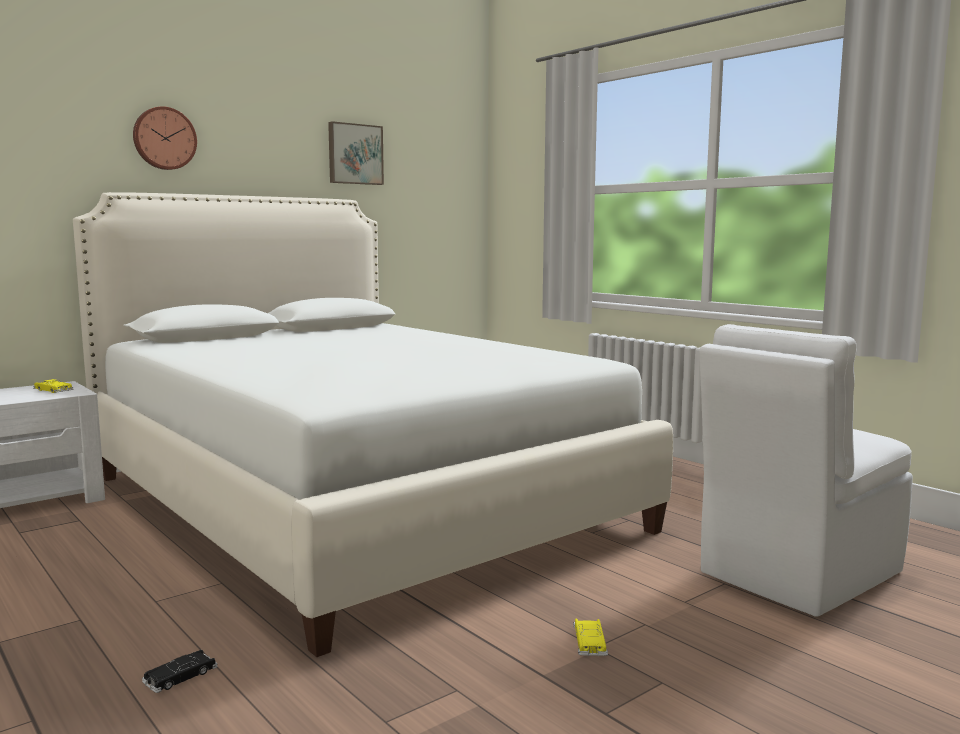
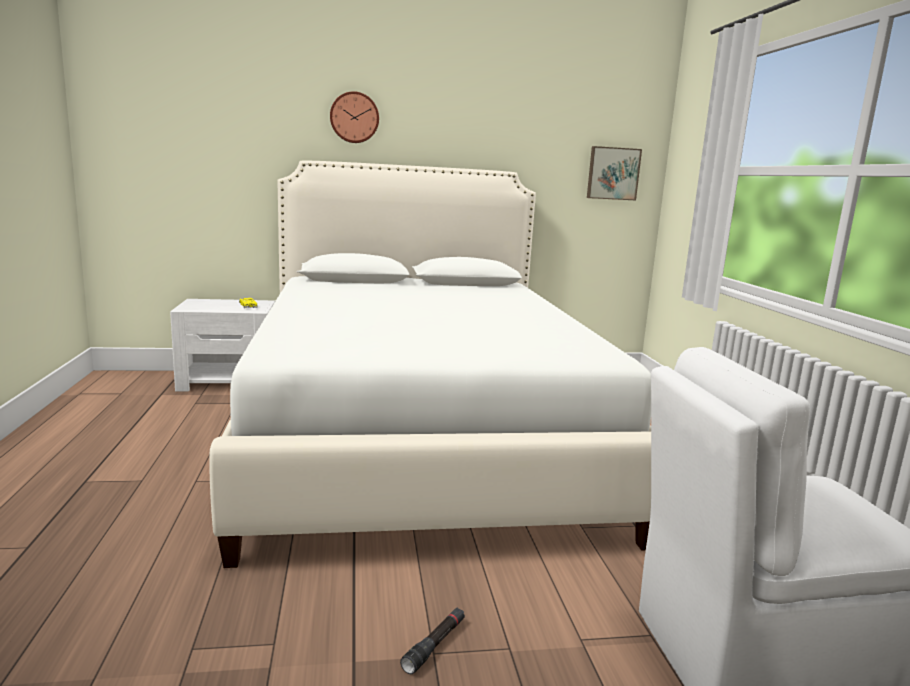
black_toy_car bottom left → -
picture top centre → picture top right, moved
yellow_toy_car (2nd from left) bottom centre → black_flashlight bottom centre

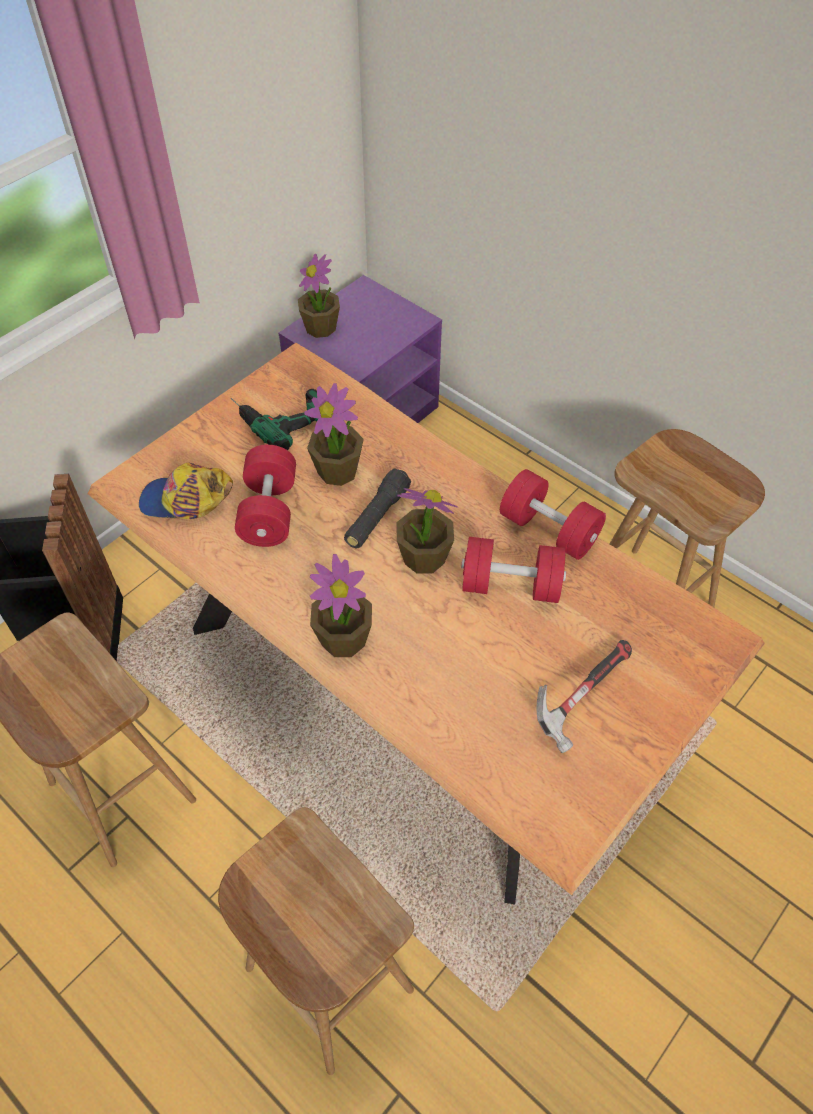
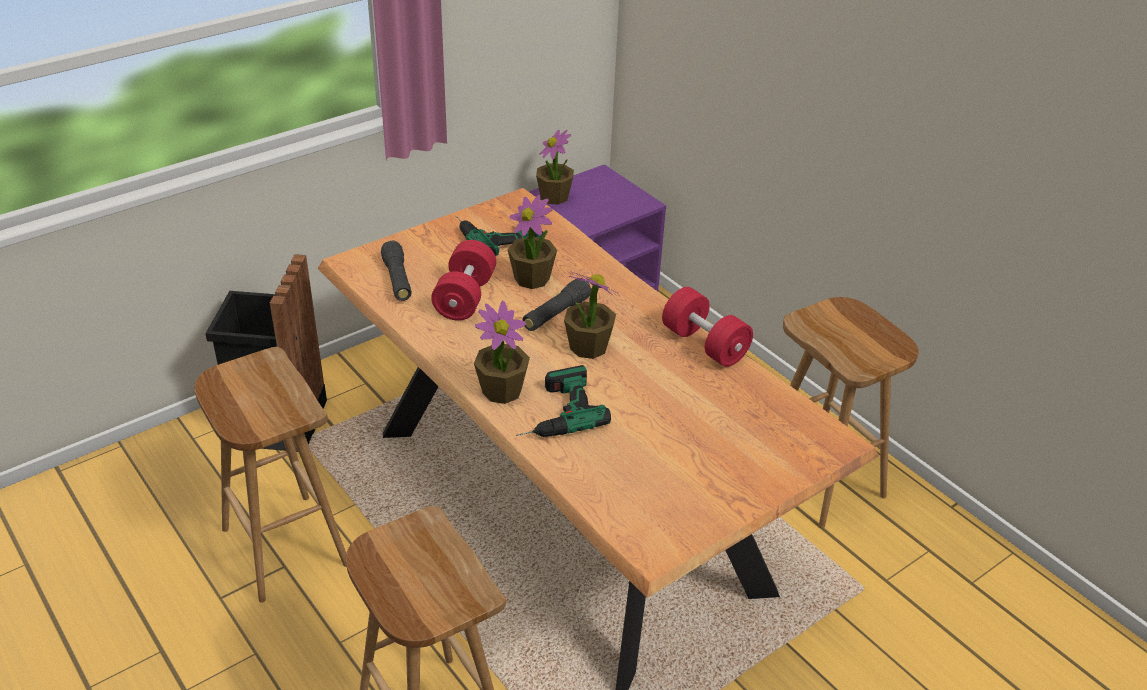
cap middle left → black_flashlight (1st from left) centre
red_dumbbell (2nd from left) centre → -
hammer middle right → -
- → power_drill (2nd from left) centre

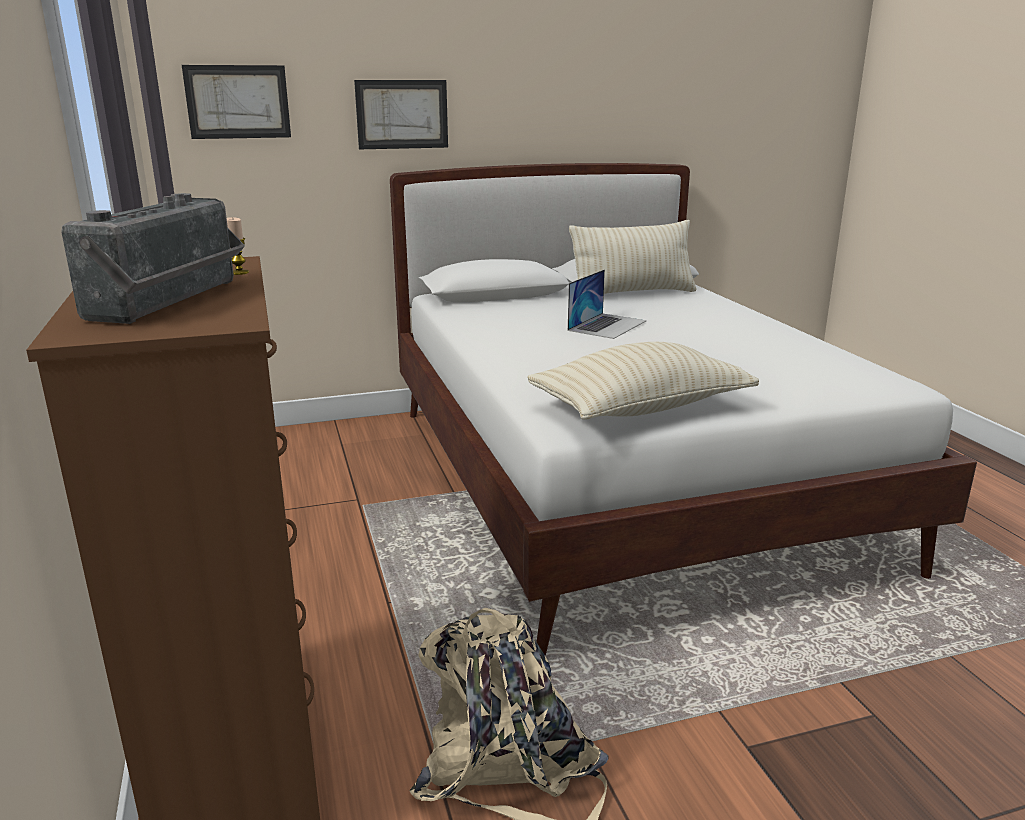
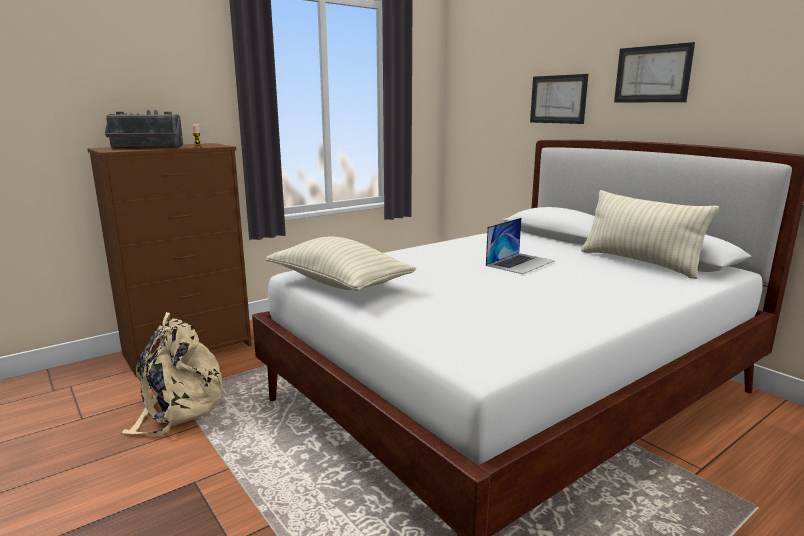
picture (1st from left in the first image) top left → picture (2nd from left) top right, moved
laptop centre, 60 degrees counterclockwise

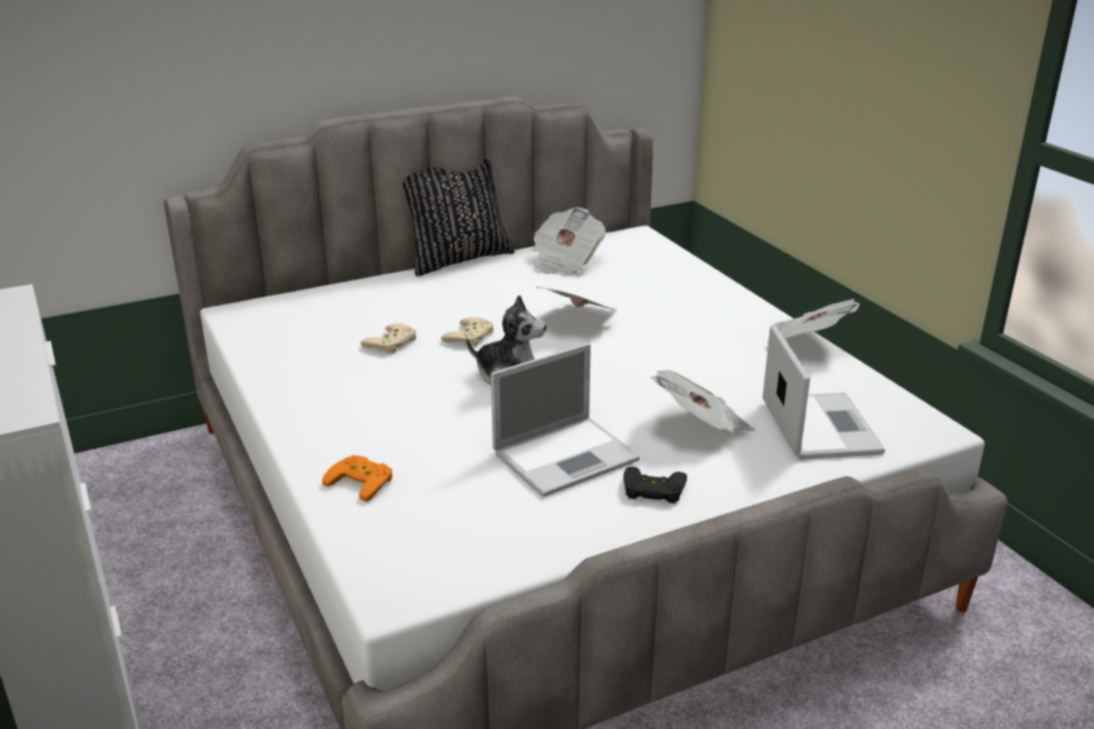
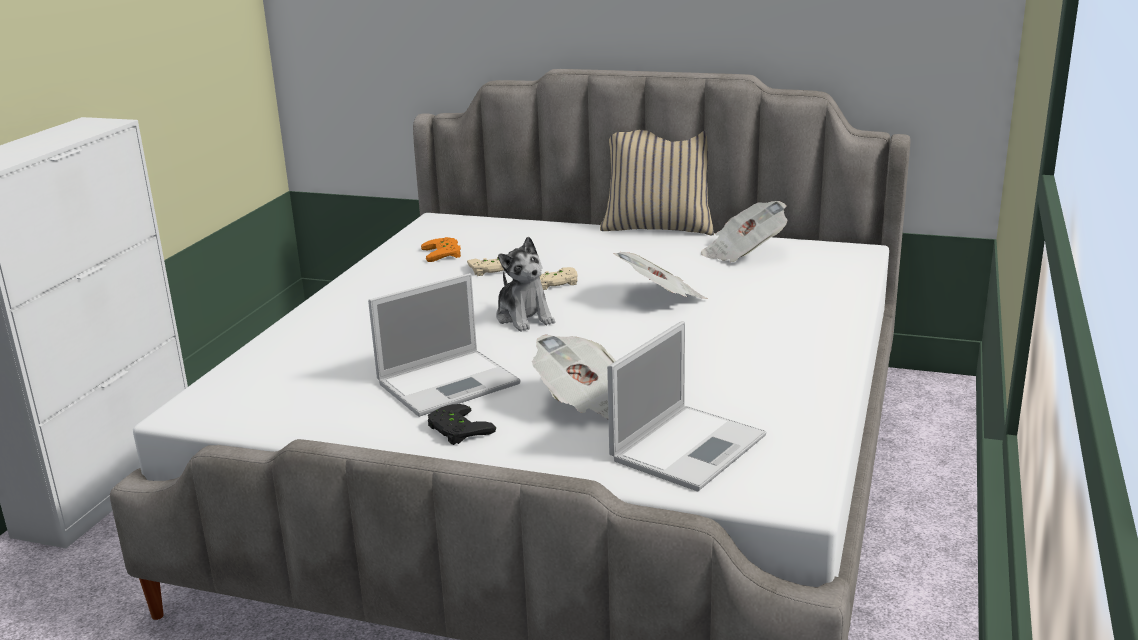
orange_game_controller middle left → orange_game_controller centre, moved
black_pillow top centre → beige_pillow top centre
laptop (1st from left) centre, 45 degrees counterclockwise
newspaper (4th from left) middle right → -

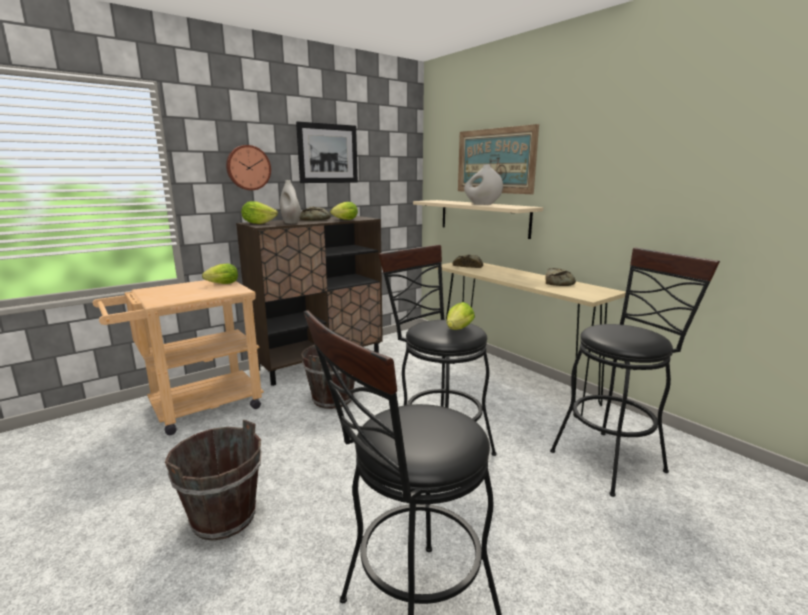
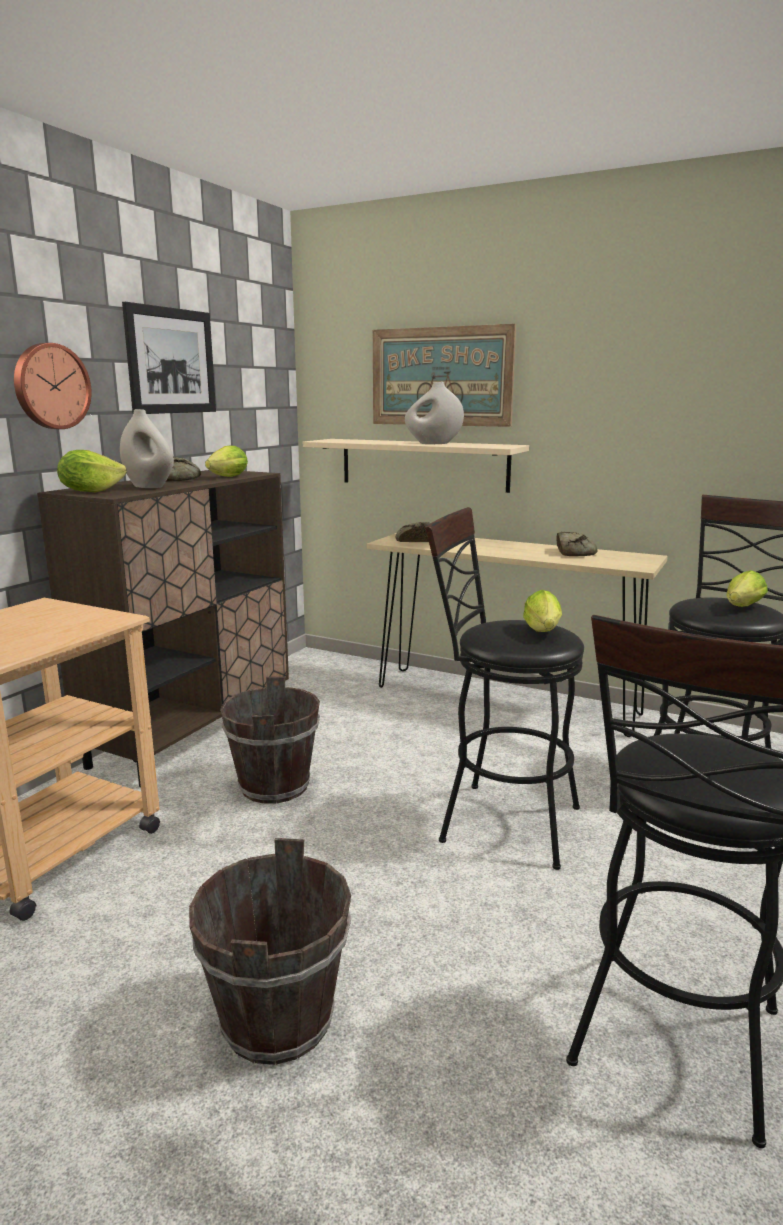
lettuce (1st from left in the first image) middle left → lettuce (4th from left) middle right, moved

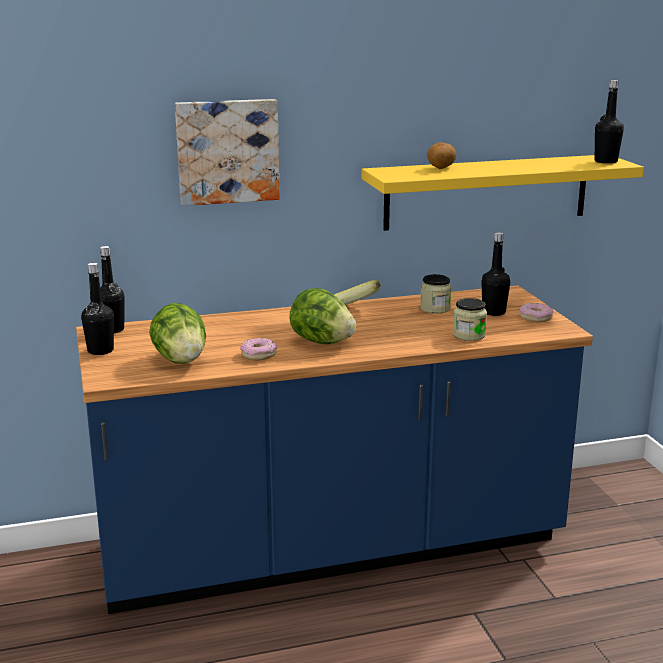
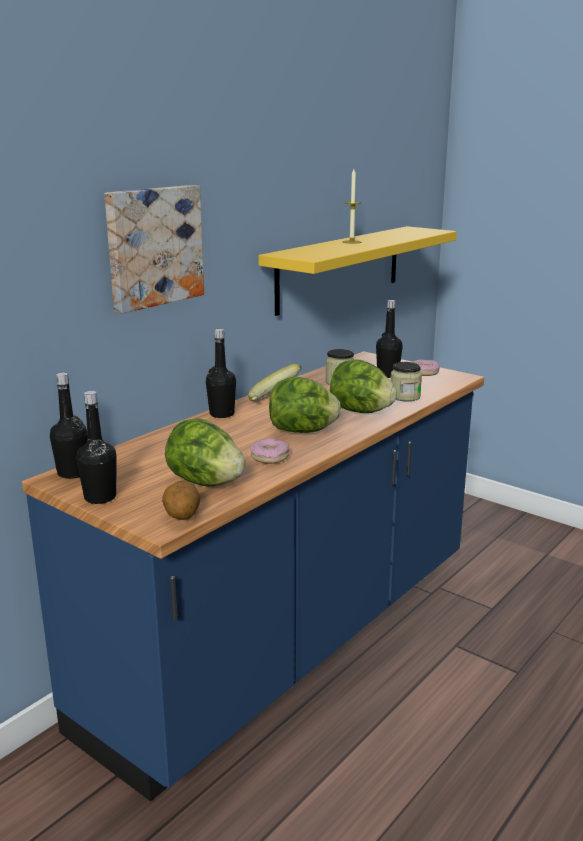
potato top centre → potato middle left, moved
black_bottle (4th from left in the first image) top right → black_bottle (3rd from left) centre, moved
- → lettuce (3rd from left) centre
- → candle top centre

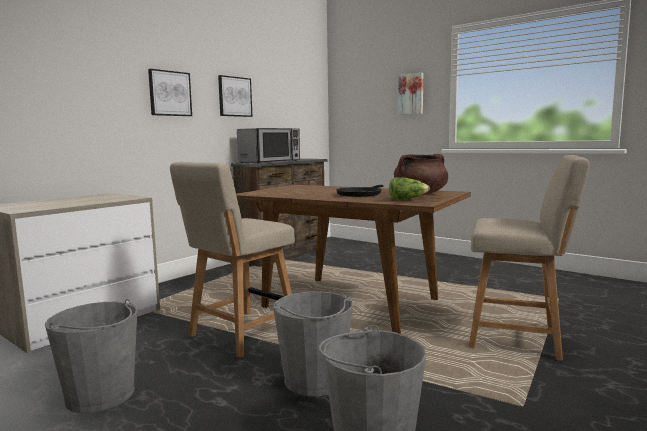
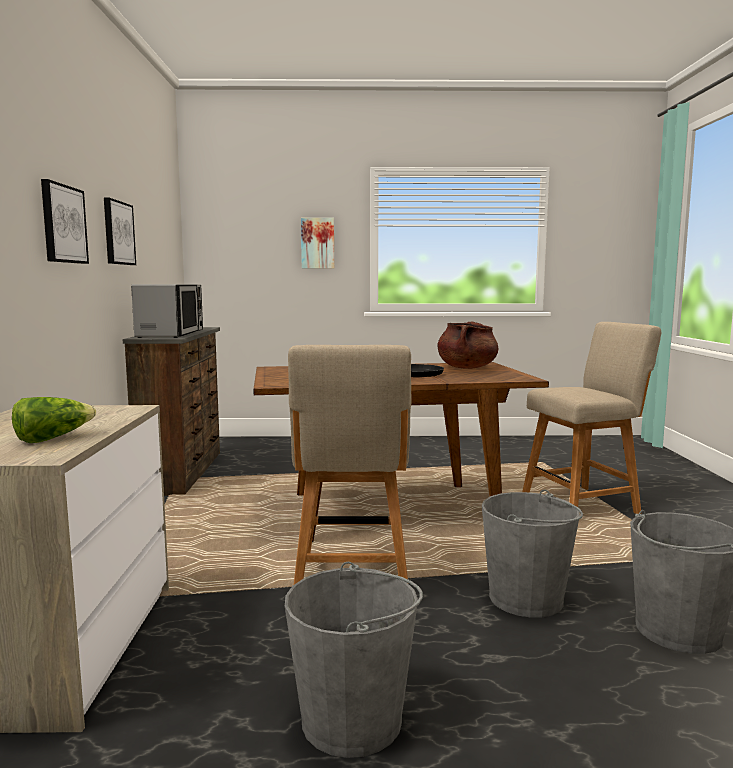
lettuce centre → lettuce middle left, moved

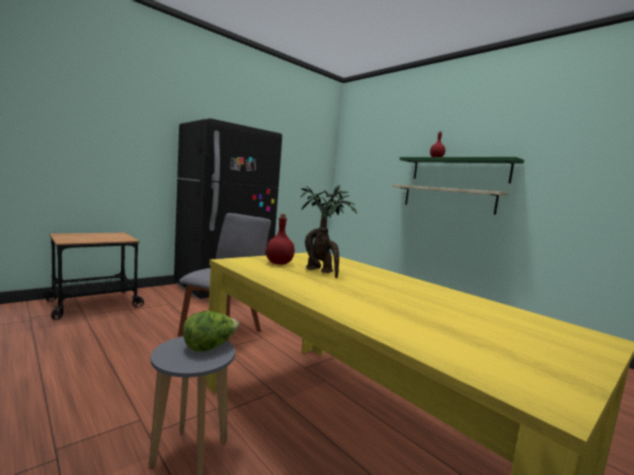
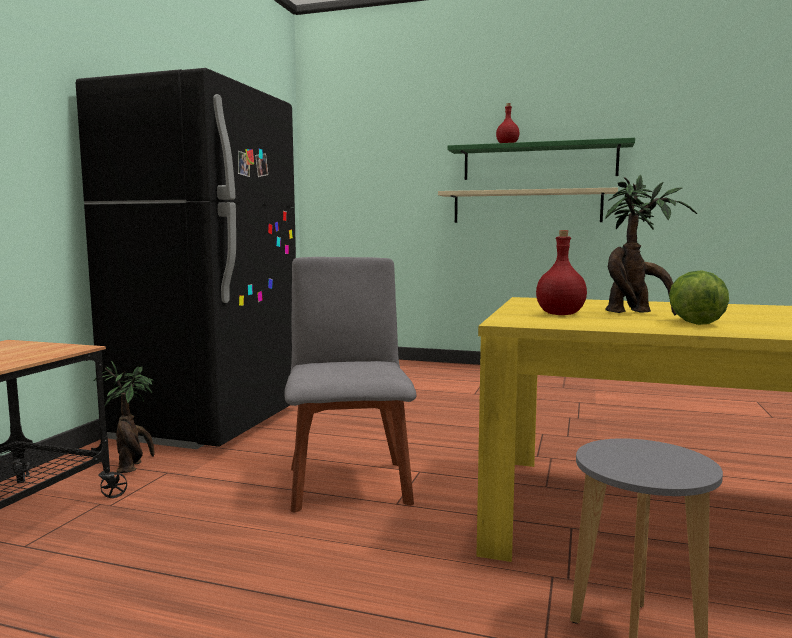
lettuce bottom left → lettuce middle right, moved
- → potted_plant (1st from left) middle left

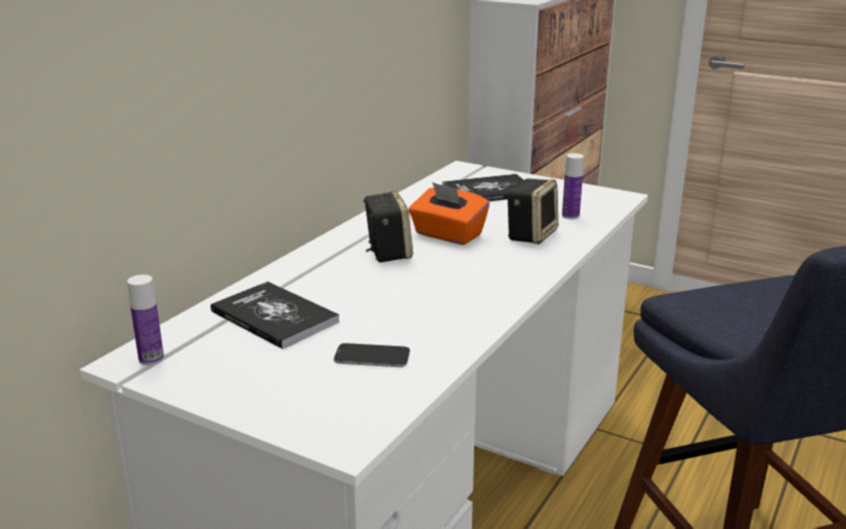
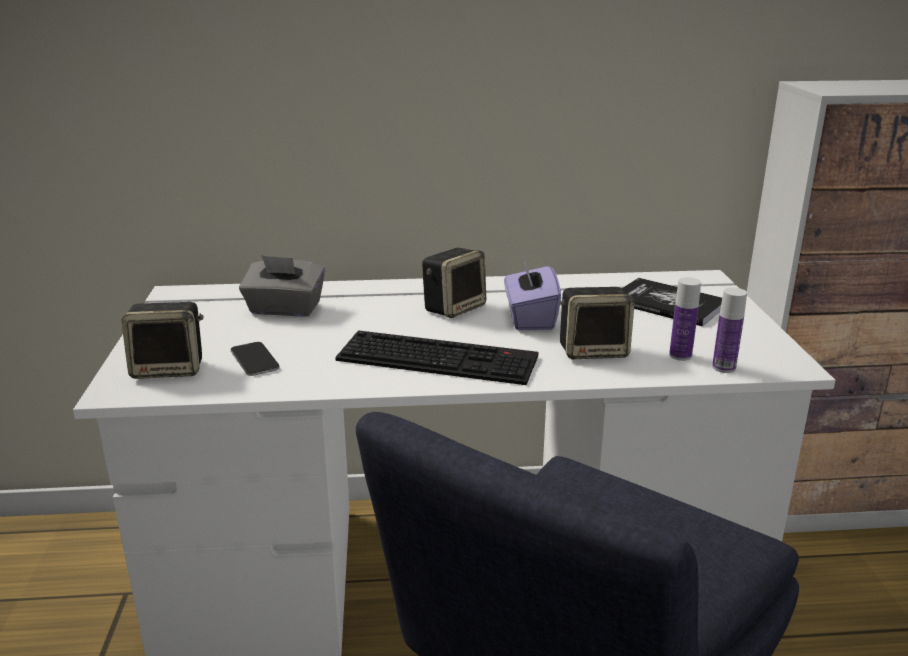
bottle (1st from left in the first image) middle left → bottle (2nd from left) middle right, moved
book (1st from left) middle left → grey_tissue_box middle left
orange_tissue_box centre → purple_tissue_box centre
- → speaker (1st from left) middle left
- → keyboard centre

